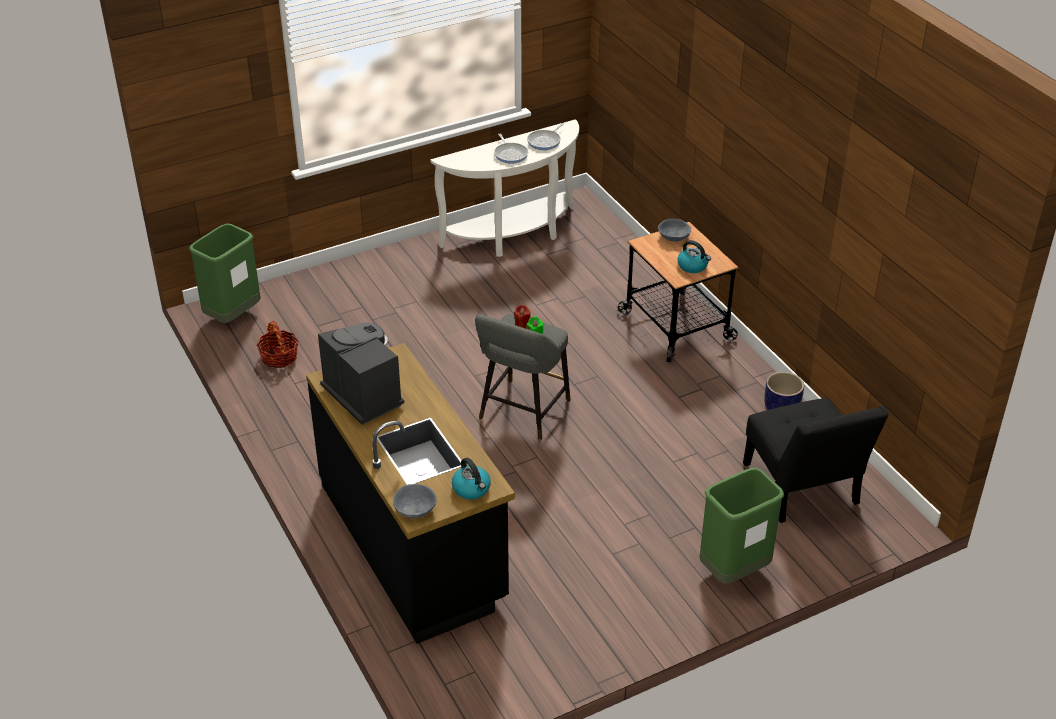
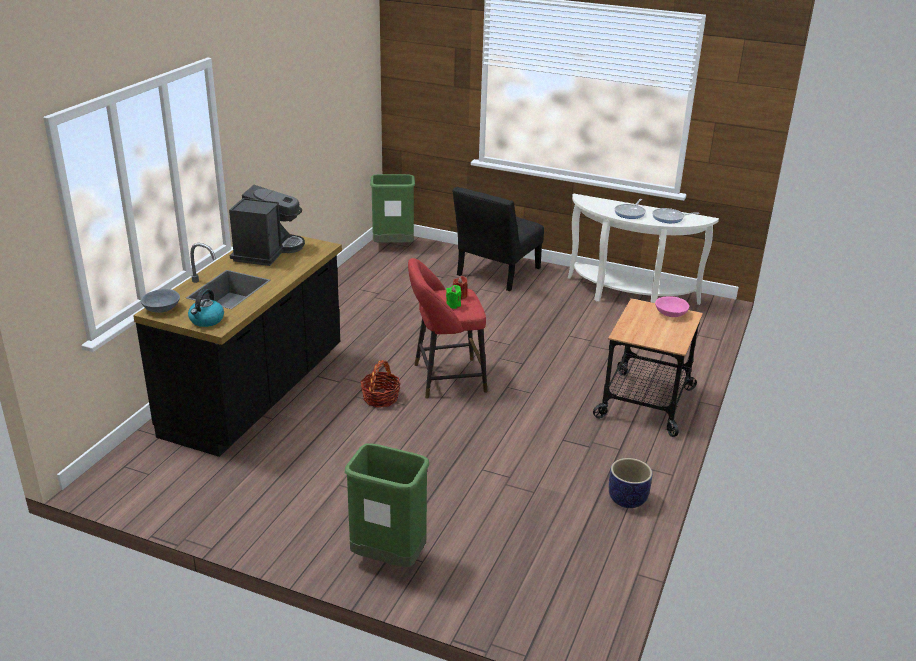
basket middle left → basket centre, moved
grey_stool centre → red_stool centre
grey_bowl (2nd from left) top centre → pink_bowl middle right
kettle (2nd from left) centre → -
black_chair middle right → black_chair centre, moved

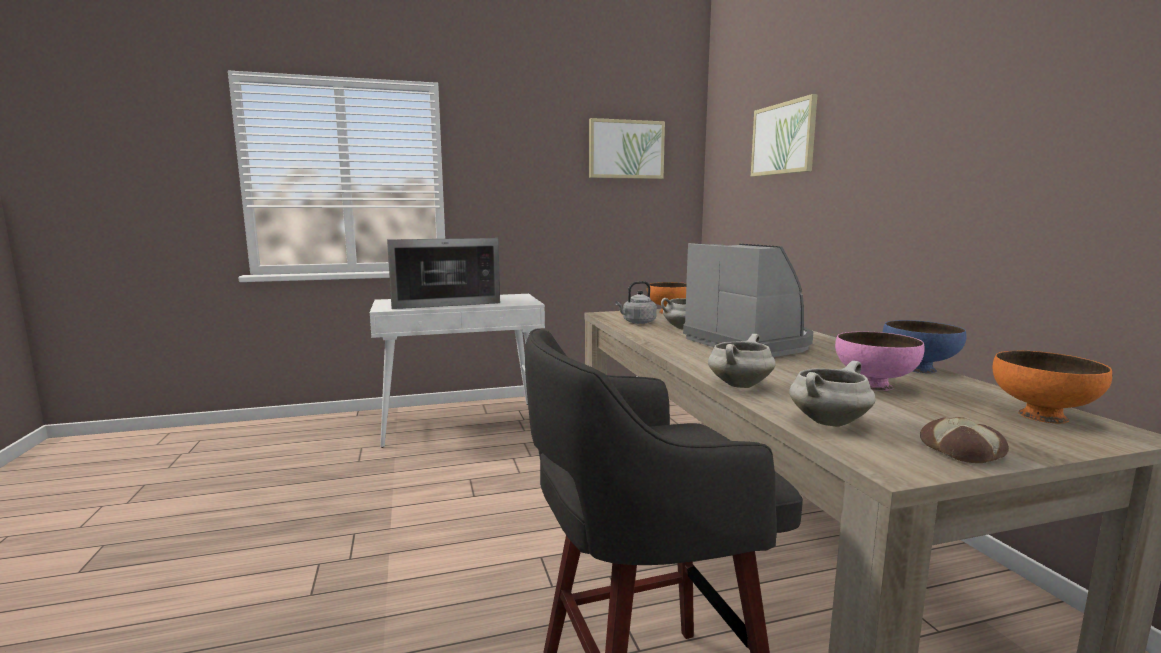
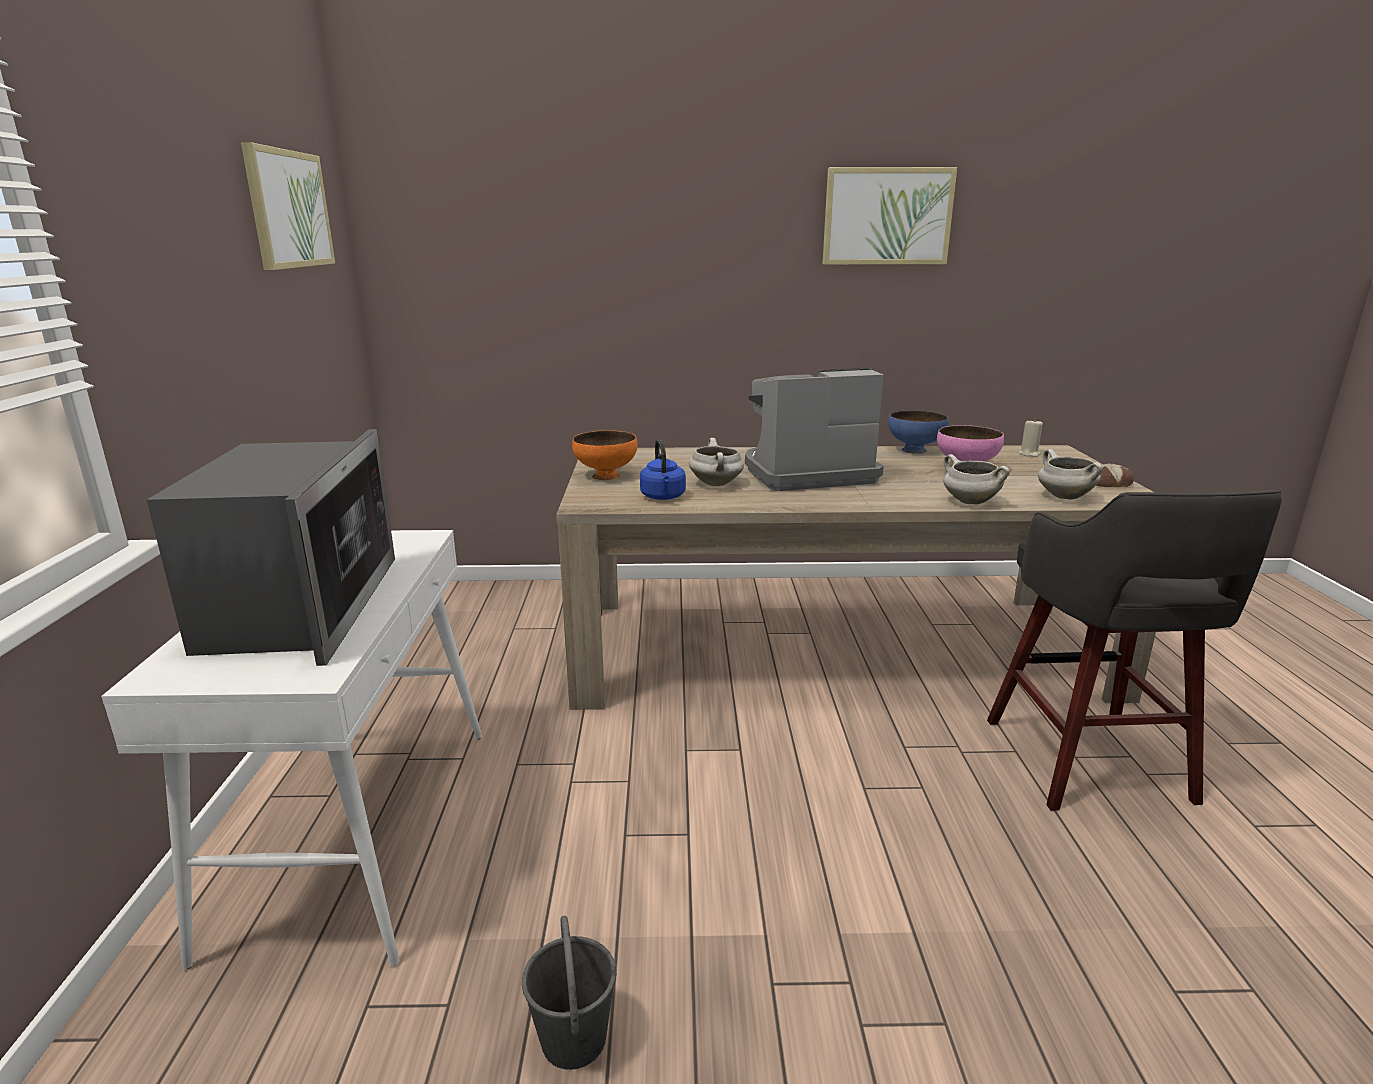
grey_kettle centre → blue_kettle centre
picture (2nd from left) top right → picture (2nd from left) top centre, moved
orange_bowl (2nd from left) middle right → beige_candle middle right
- → grey_bucket bottom centre

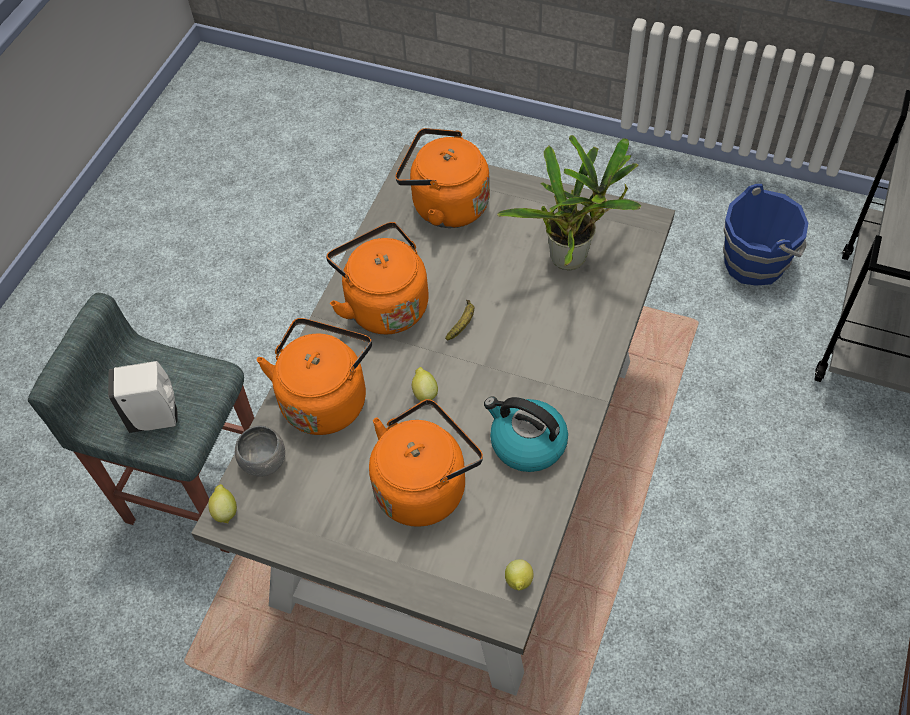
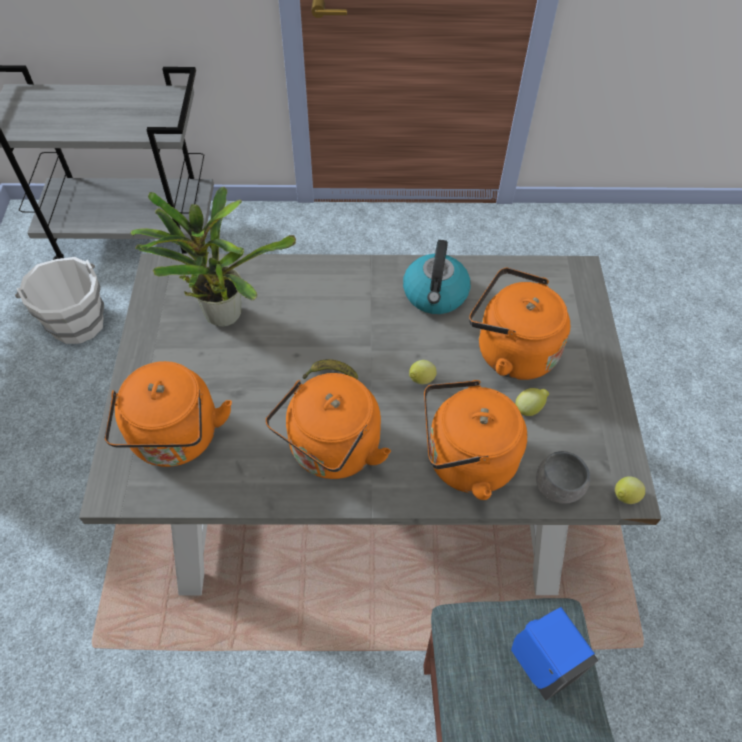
white_soap_dispenser middle left → blue_soap_dispenser bottom right
lemon (3rd from left in the first image) bottom centre → lemon (2nd from left) middle right, moved
blue_bucket top right → white_bucket middle left

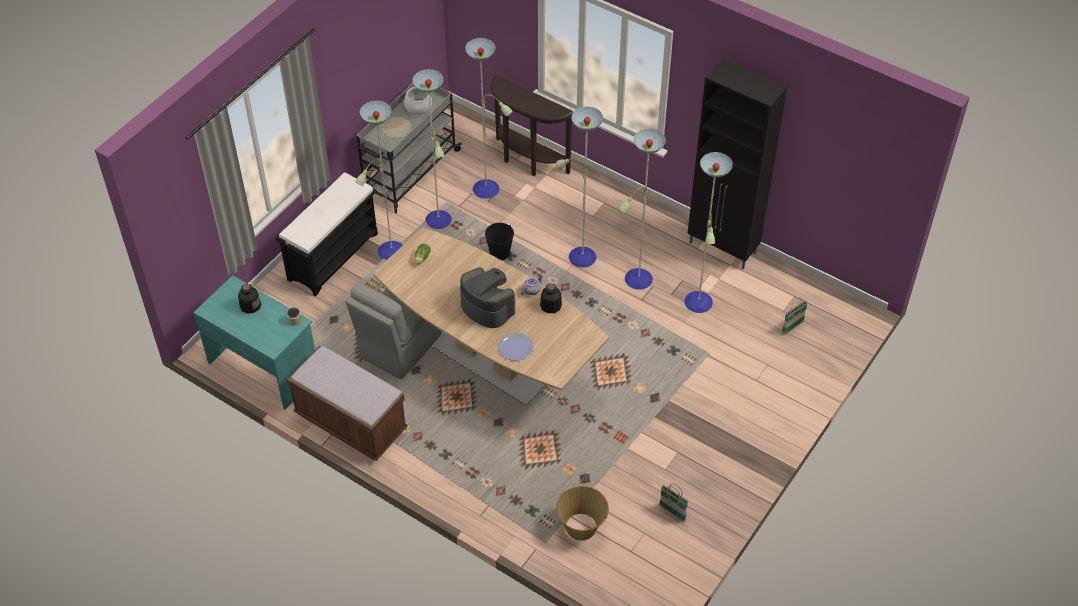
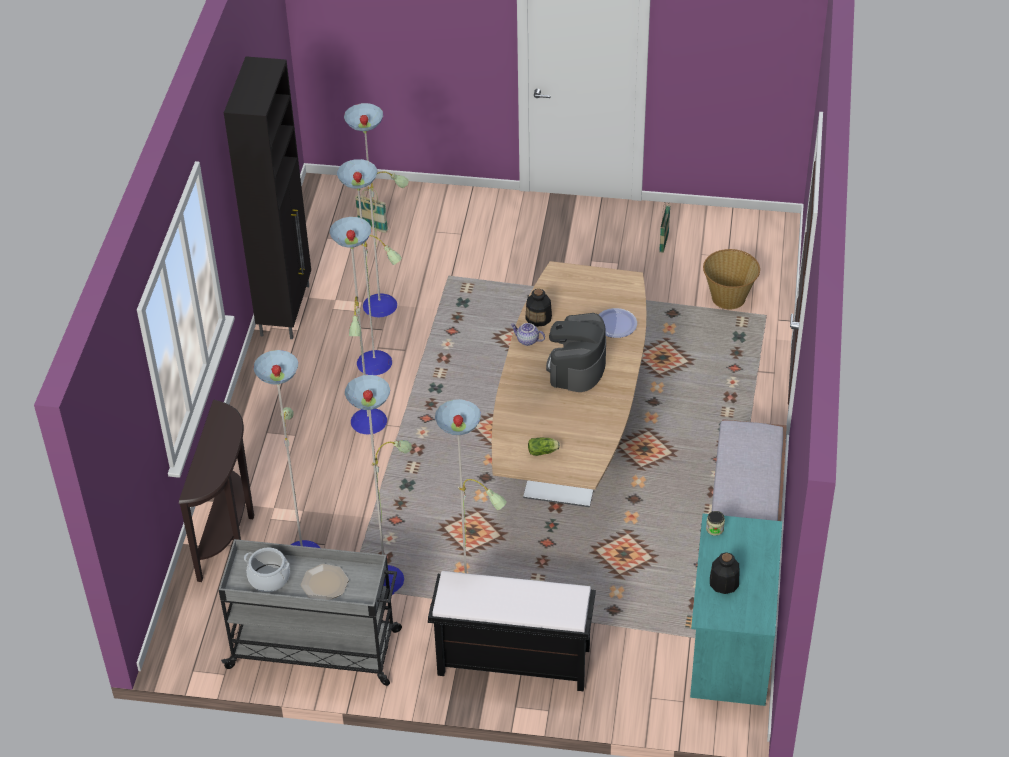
grey_chair centre → -
black_bucket centre → -

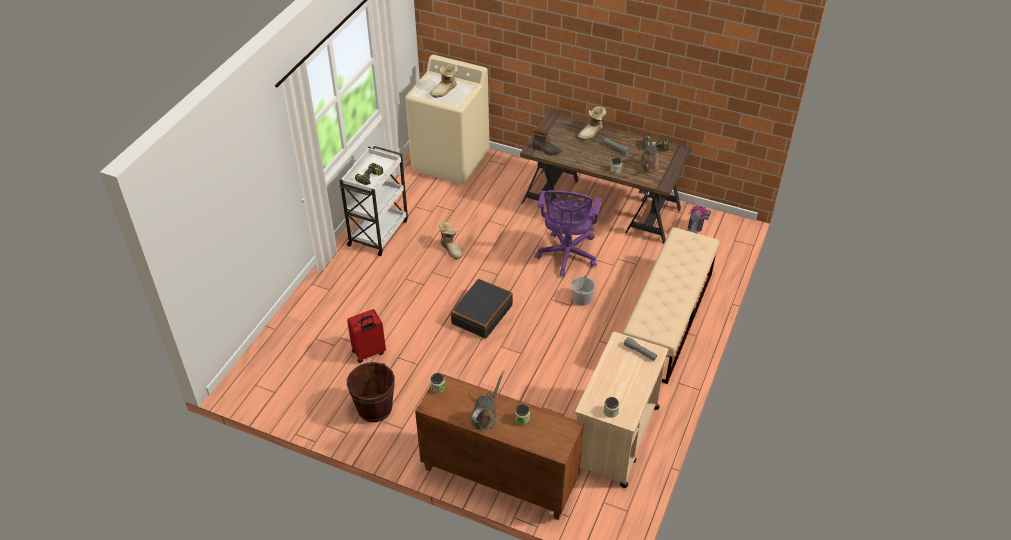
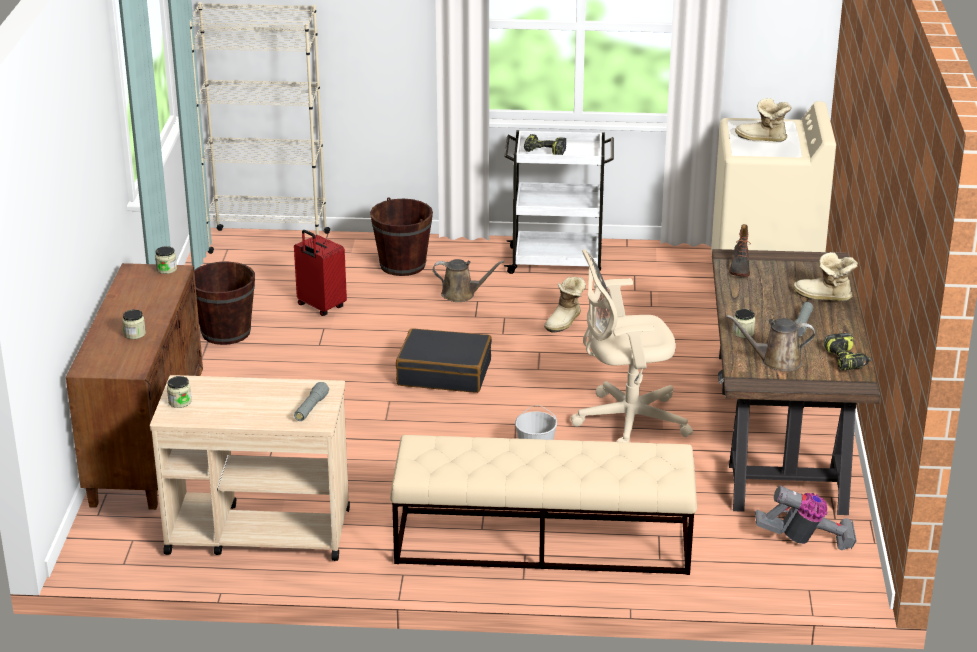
brown_watering_can (1st from left) bottom centre → brown_watering_can (1st from left) centre, moved
purple_office_chair centre → beige_office_chair centre
- → beige_bookcase top left
- → brown_bucket (2nd from left) centre

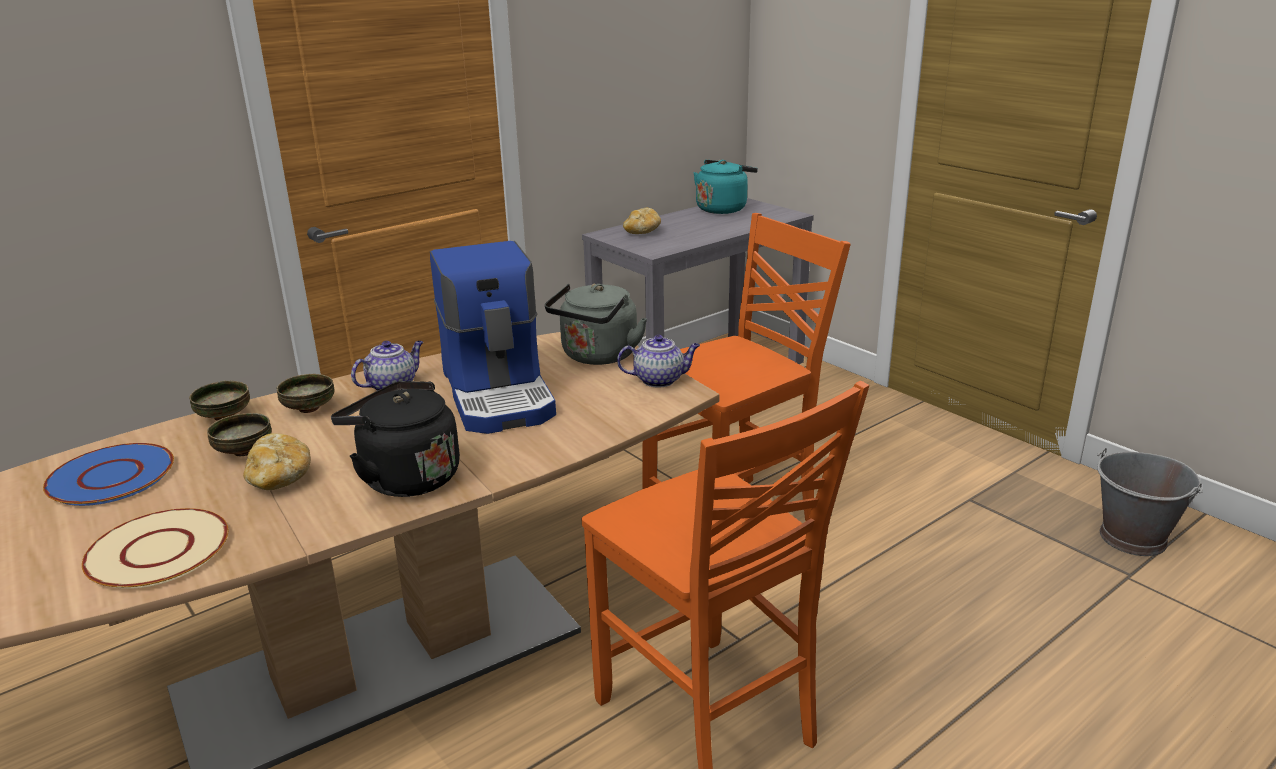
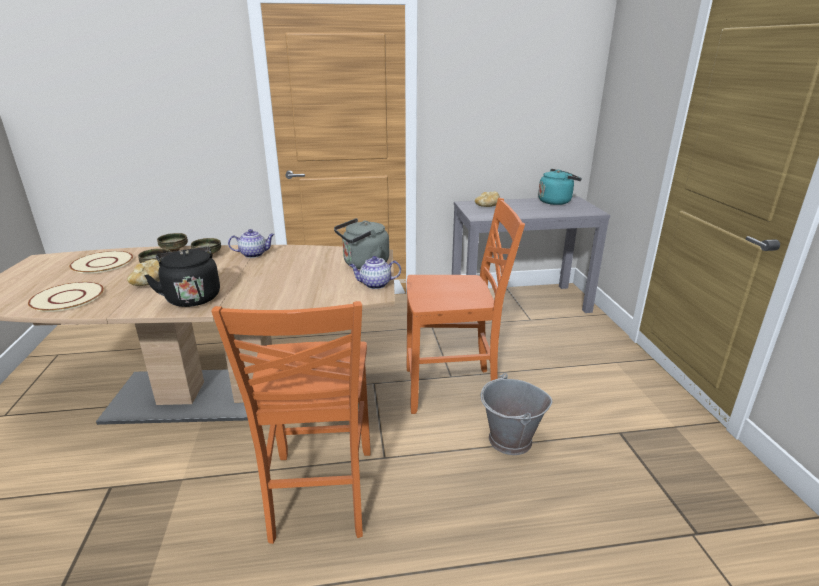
blue_plate middle left → beige_plate (2nd from left) middle left
coffee_machine centre → -
teapot (2nd from left) centre, 150 degrees clockwise
grey_bucket middle right → grey_bucket bottom centre, moved

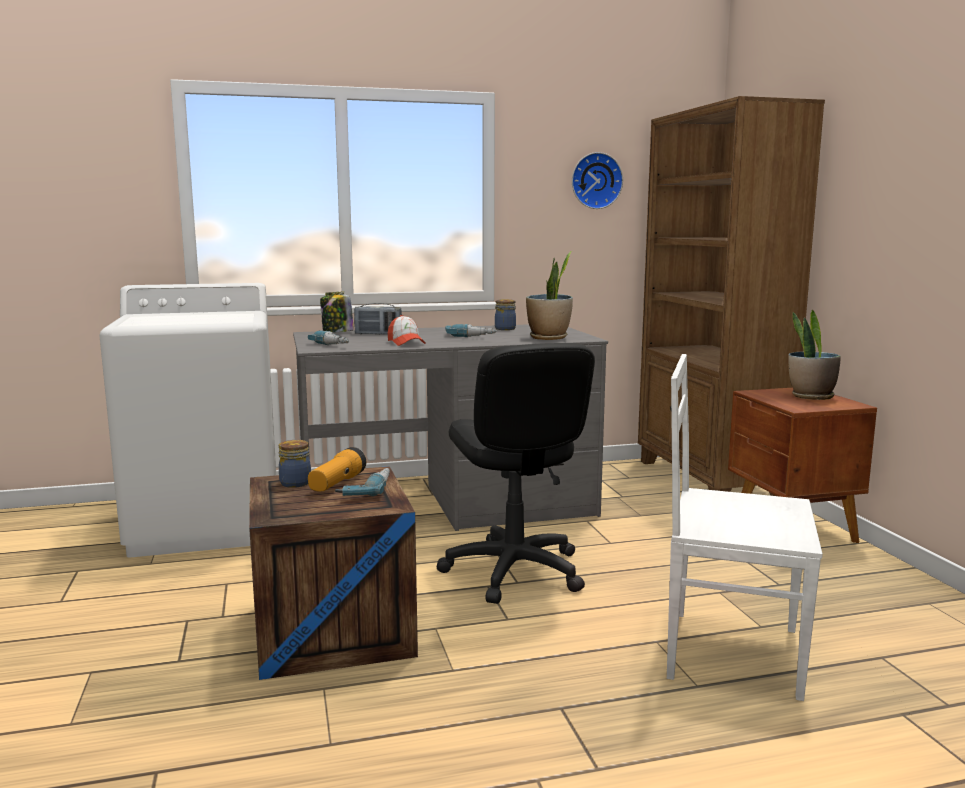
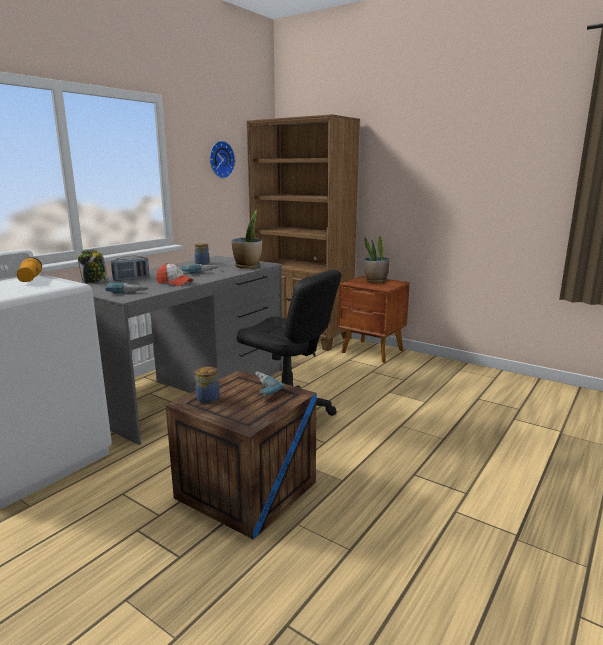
flashlight centre → flashlight middle left, moved
white_chair bottom right → -

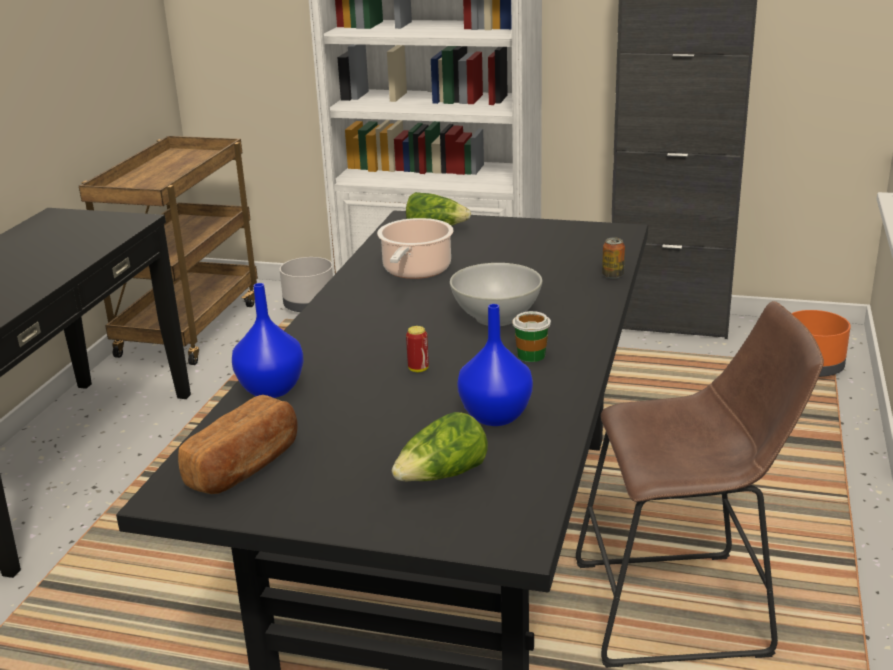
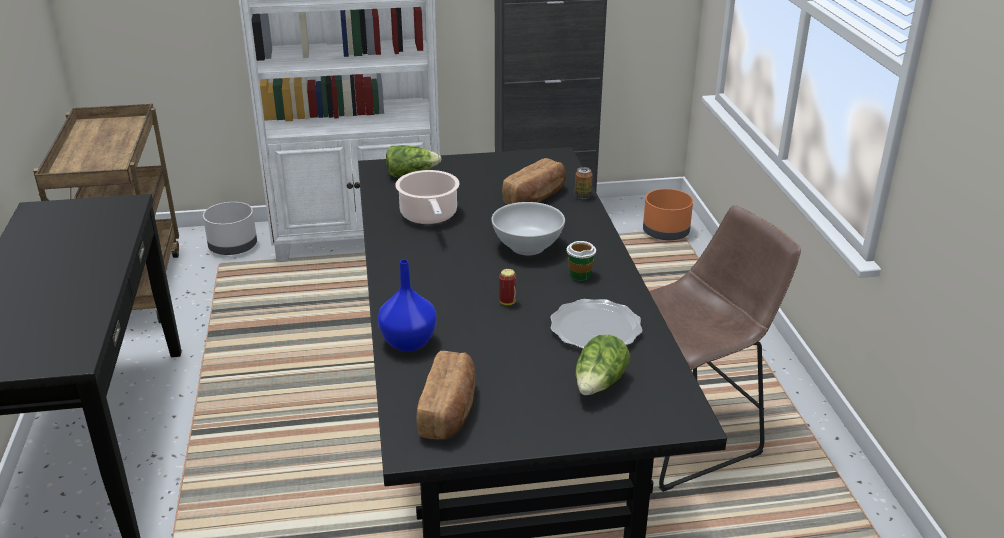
blue_vase (2nd from left) centre → plate centre
- → bread (2nd from left) centre

